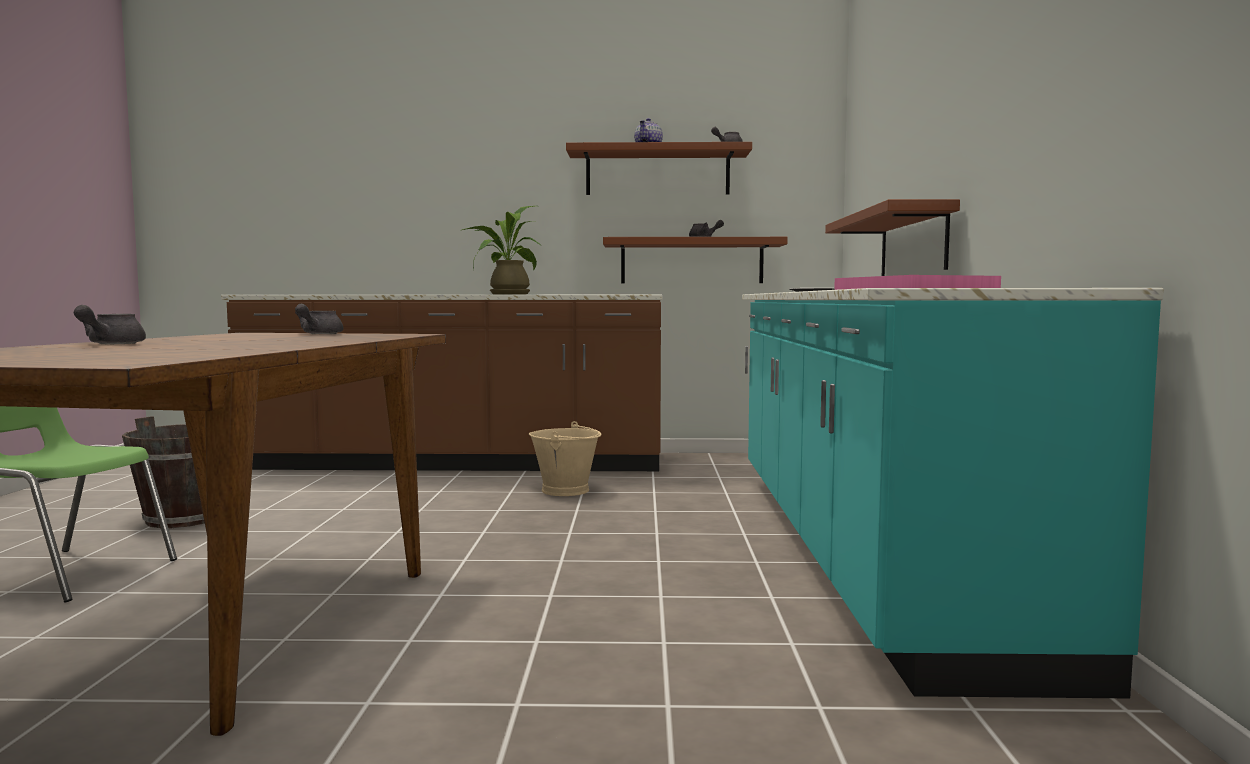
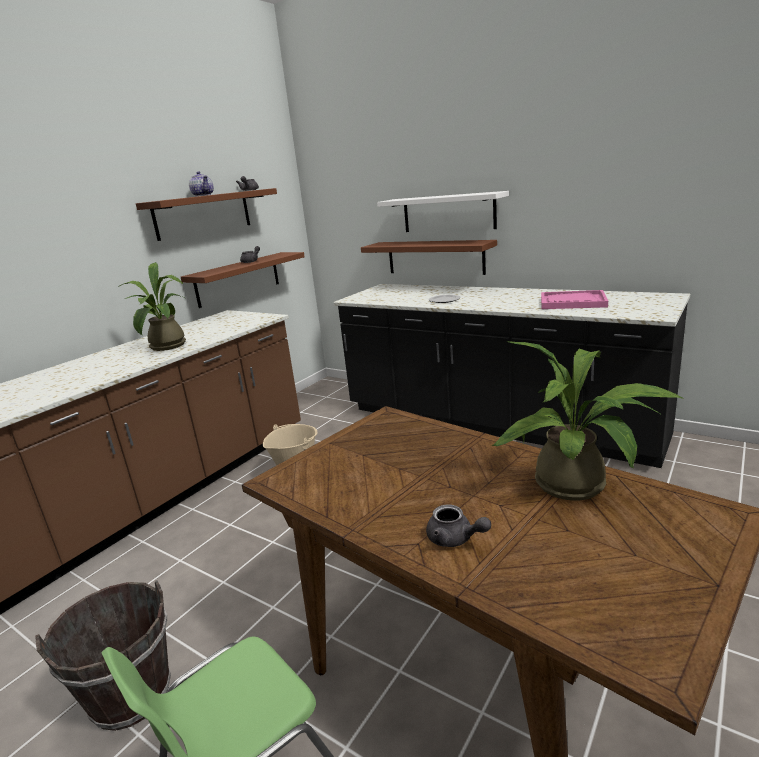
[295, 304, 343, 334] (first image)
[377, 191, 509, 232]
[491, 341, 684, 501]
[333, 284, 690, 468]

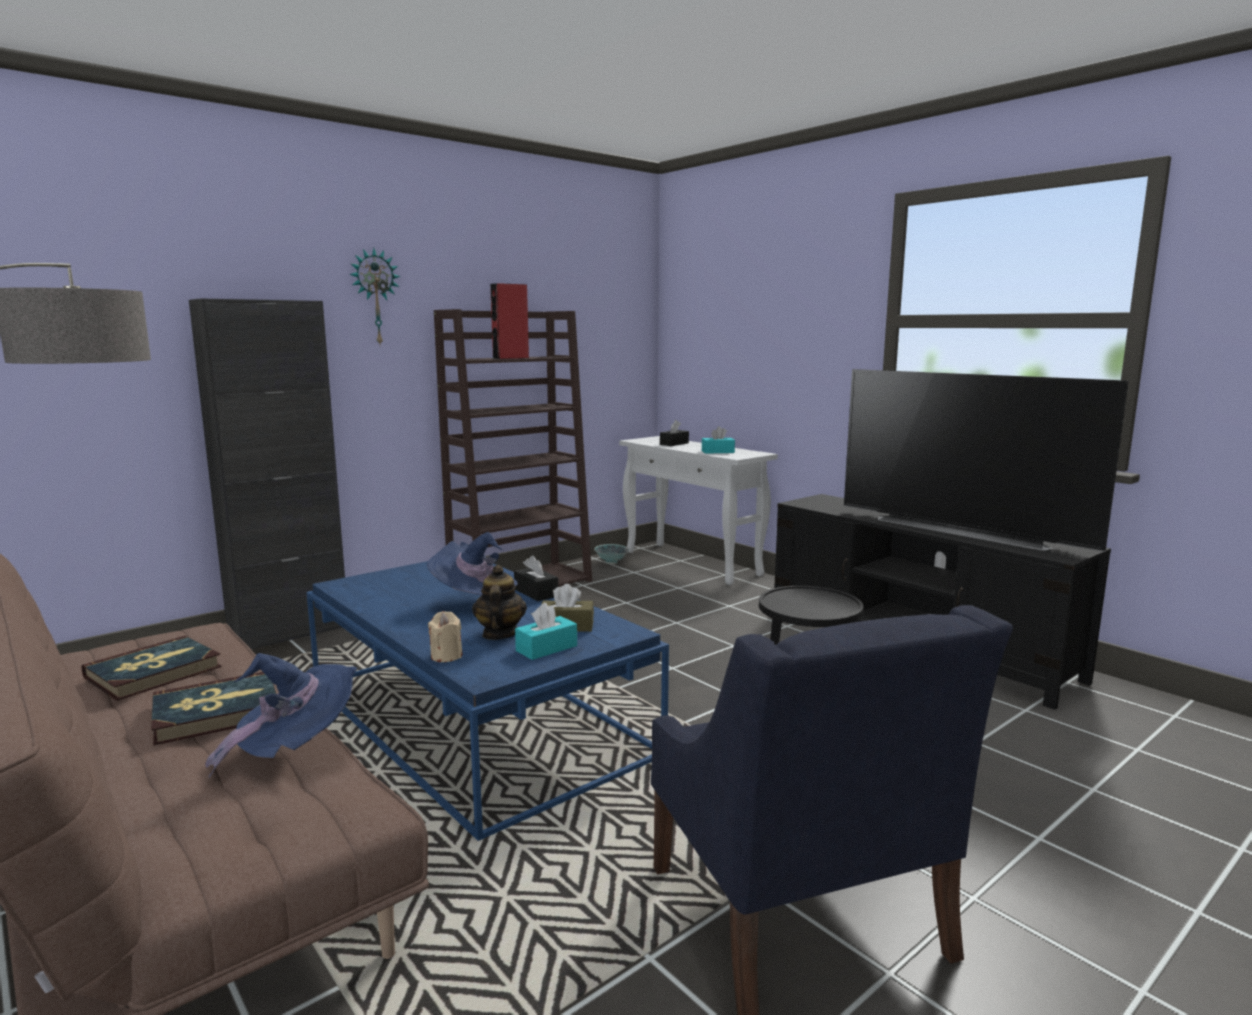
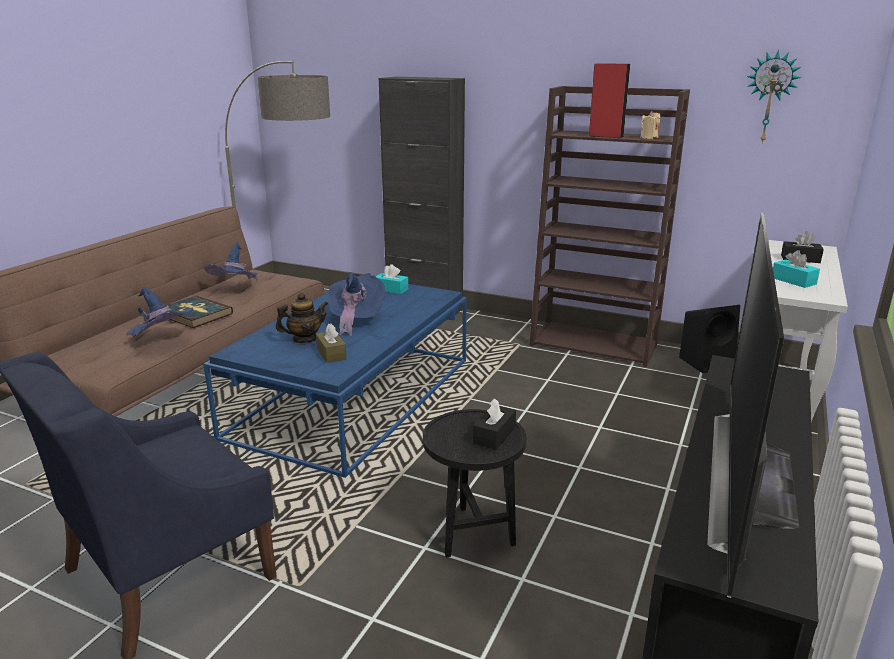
[747, 50, 801, 143]
[641, 111, 660, 139]
[473, 399, 516, 450]
[376, 264, 408, 294]
[204, 242, 258, 280]
[679, 305, 740, 373]

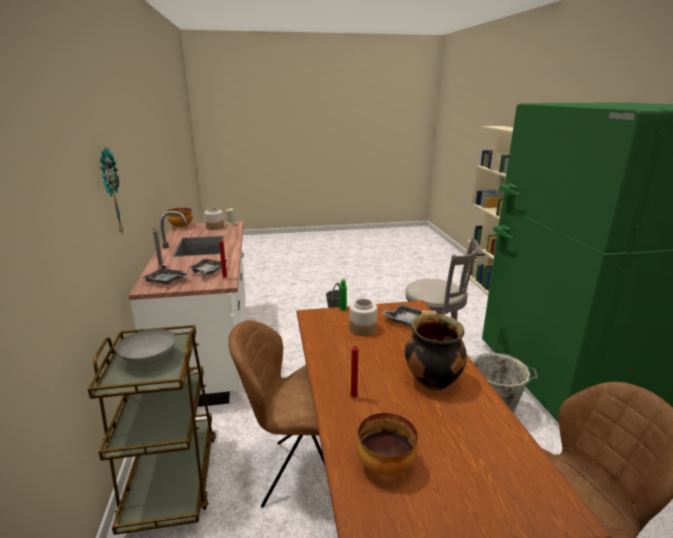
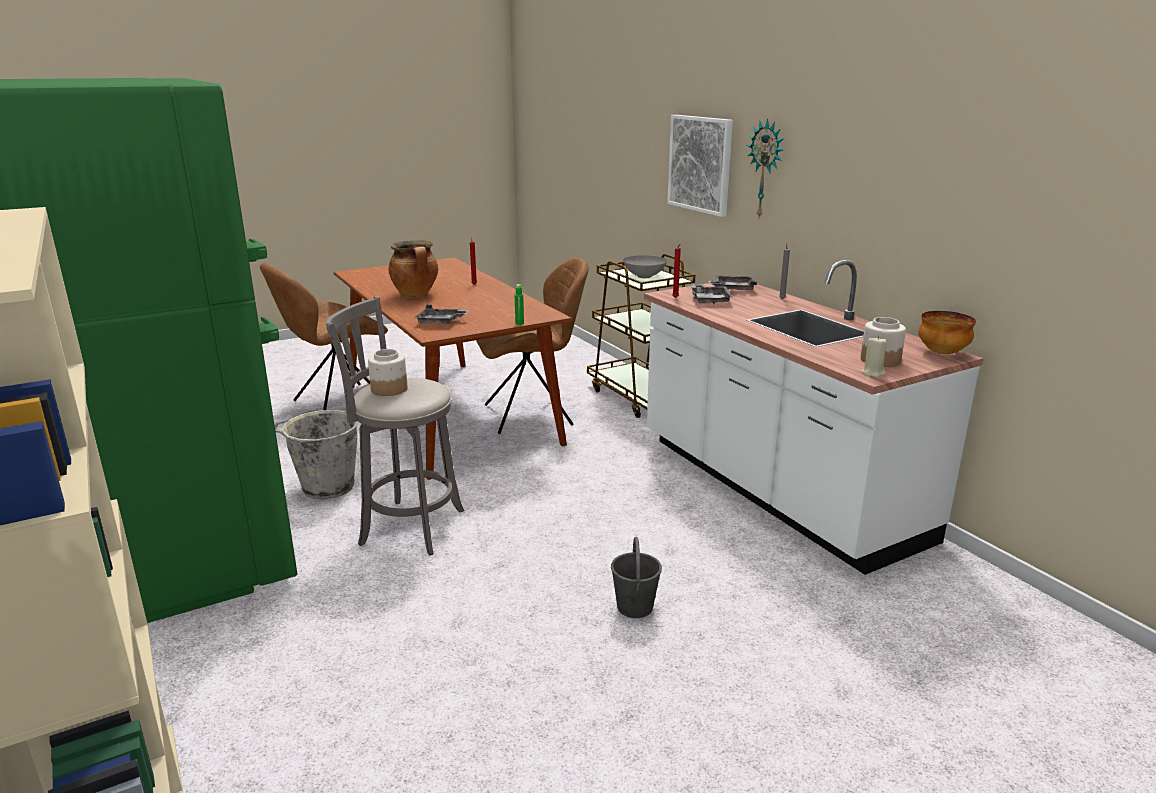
[357, 413, 418, 476] (first image)
[667, 115, 733, 217]
[368, 349, 407, 396]

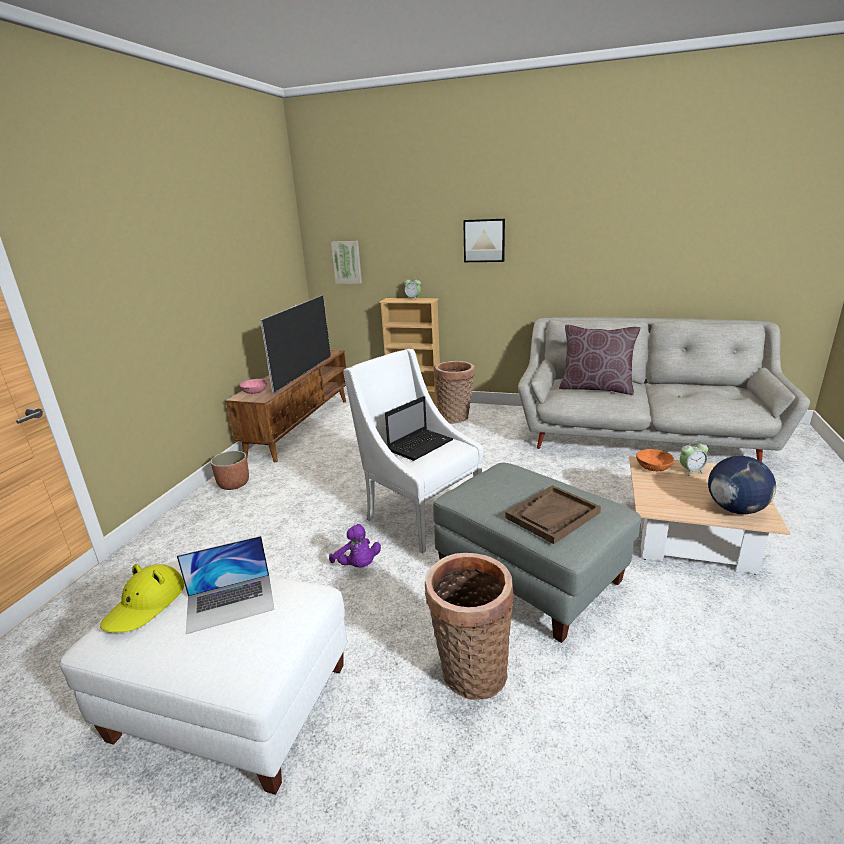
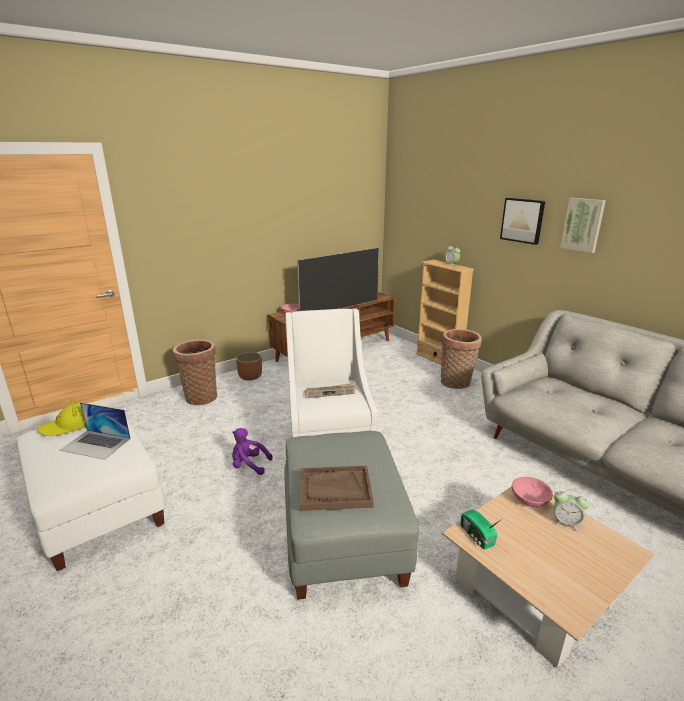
[559, 325, 641, 395] (first image)
[708, 456, 776, 514] (first image)
[460, 510, 503, 549]
[560, 198, 606, 253]
[173, 340, 217, 405]
[305, 383, 355, 398]
[512, 477, 553, 507]
[232, 428, 273, 475]

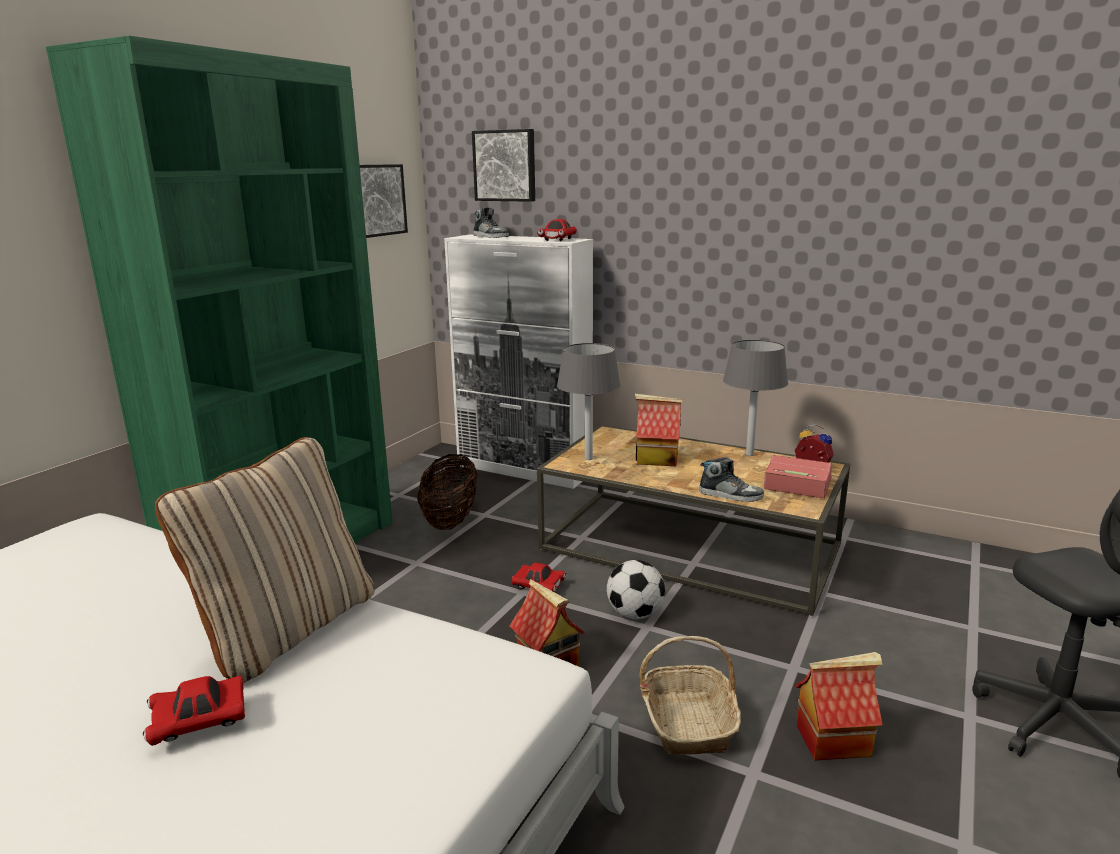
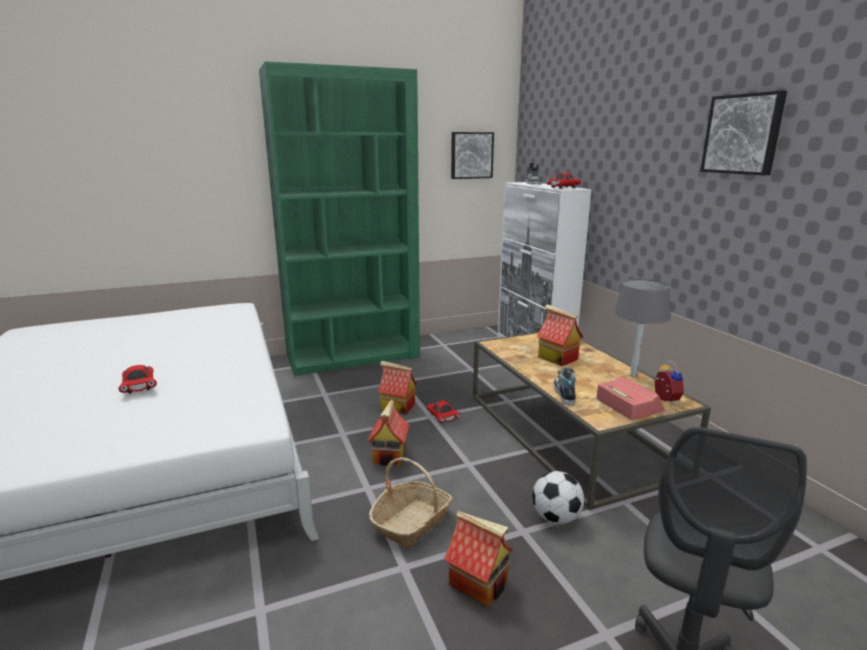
[155, 437, 375, 683] (first image)
[417, 454, 478, 530] (first image)
[557, 343, 621, 460] (first image)
[378, 361, 417, 415]
[700, 90, 787, 175]
[532, 471, 584, 524]
[119, 365, 157, 394]
[553, 367, 576, 406]

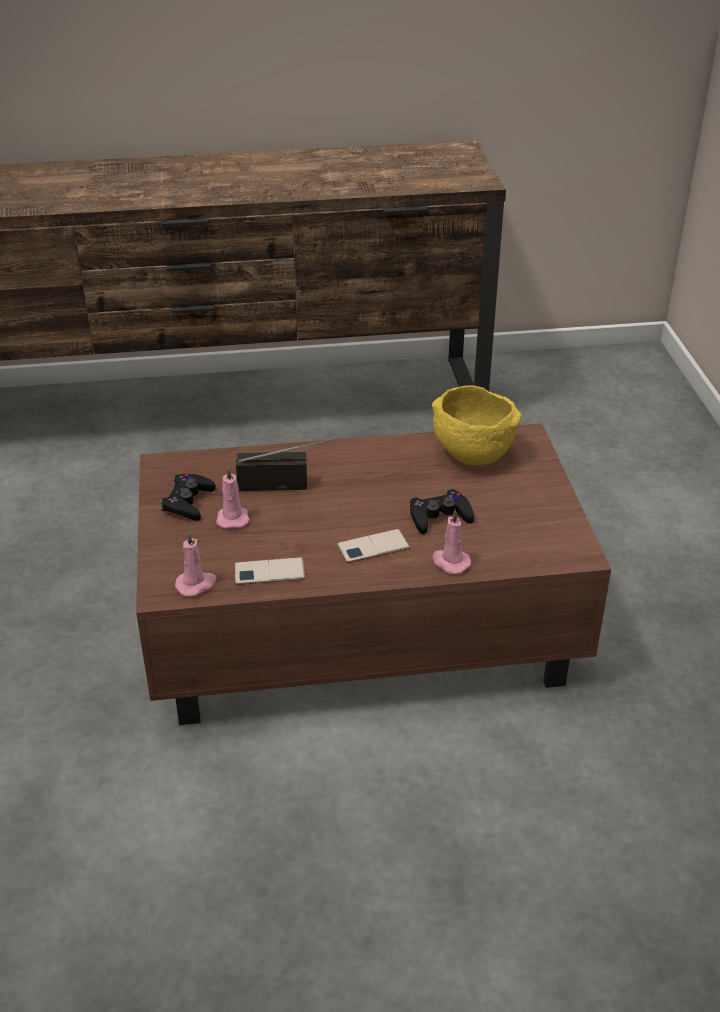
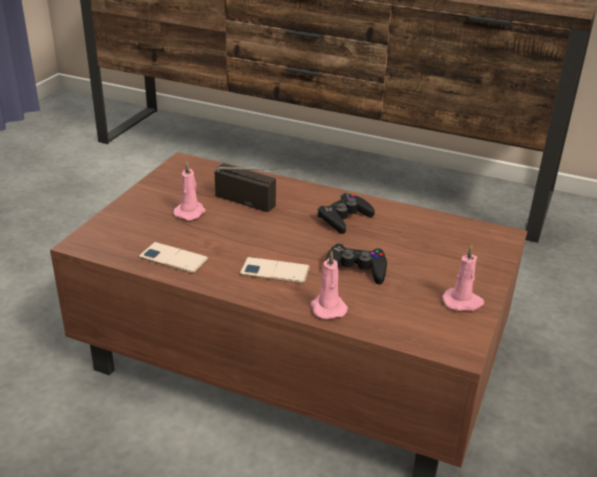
[432, 385, 521, 466] (first image)
[317, 193, 375, 234]
[442, 245, 484, 311]

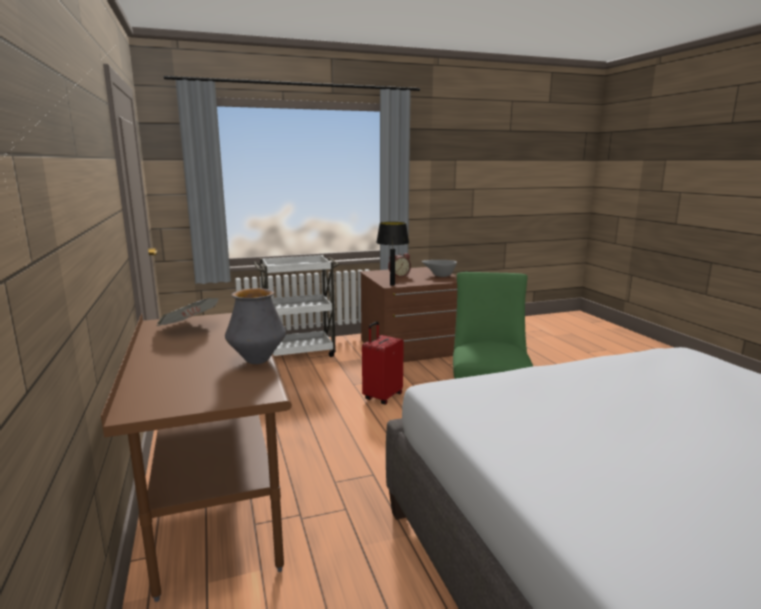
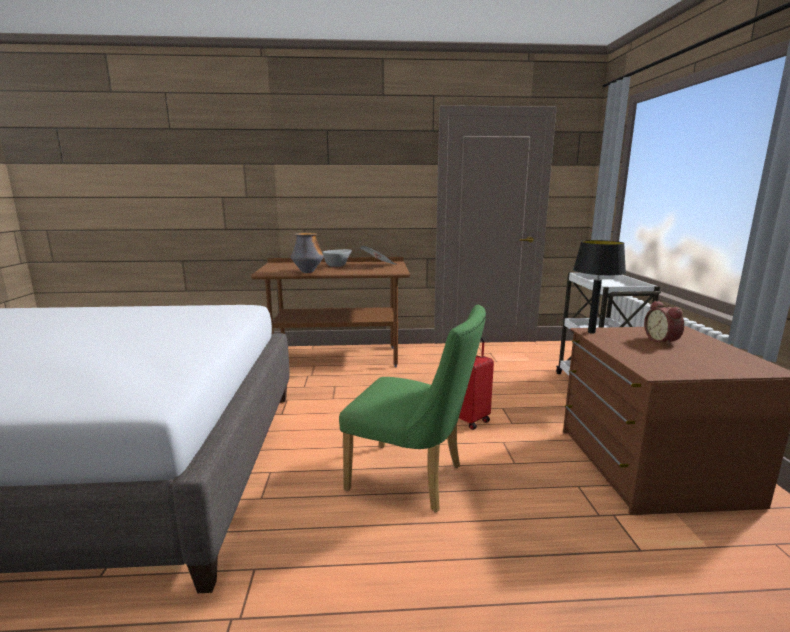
[322, 249, 352, 267]

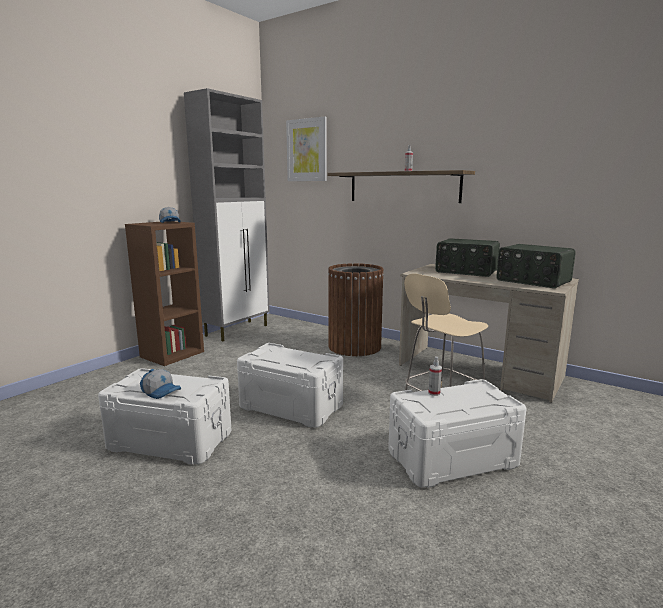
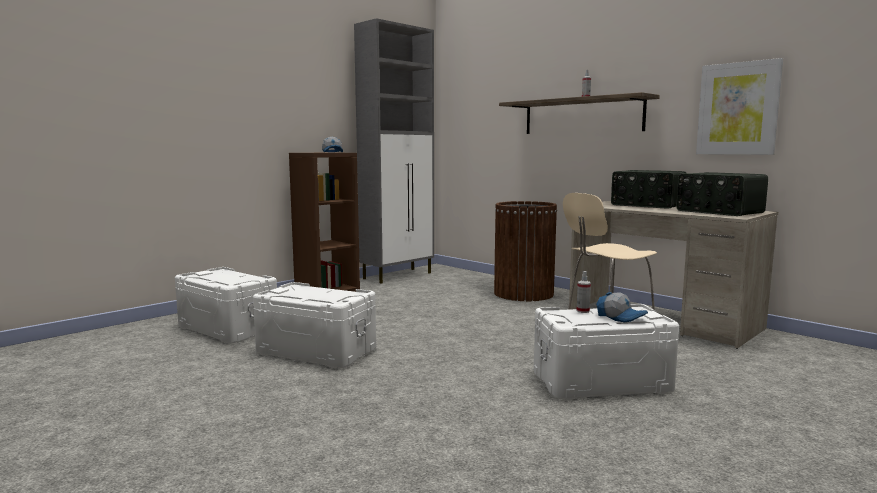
[596, 292, 648, 322]
[175, 267, 277, 344]
[696, 58, 783, 155]

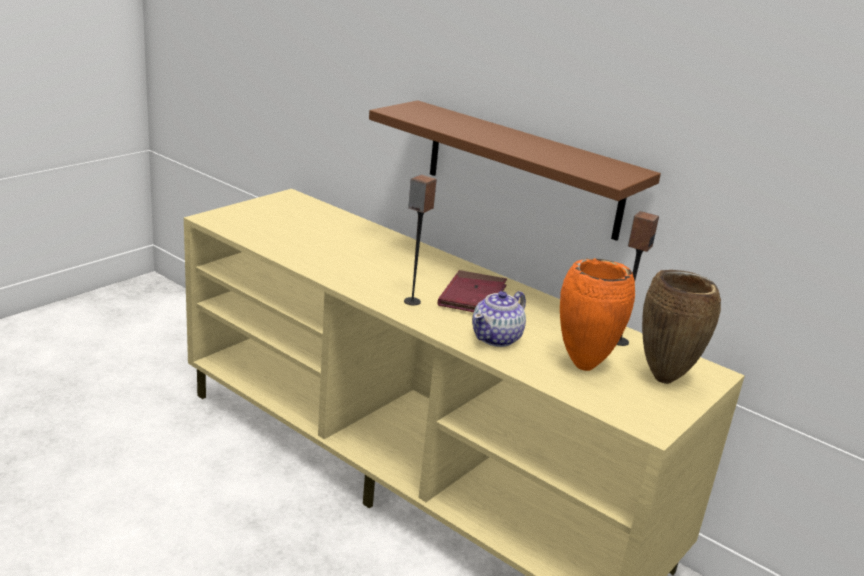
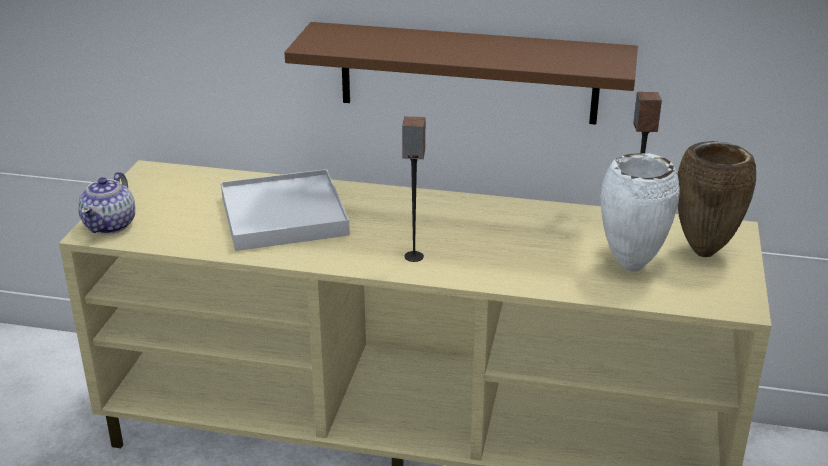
[438, 270, 507, 312] (first image)
[221, 169, 350, 251]
[78, 172, 135, 234]
[601, 153, 680, 271]

